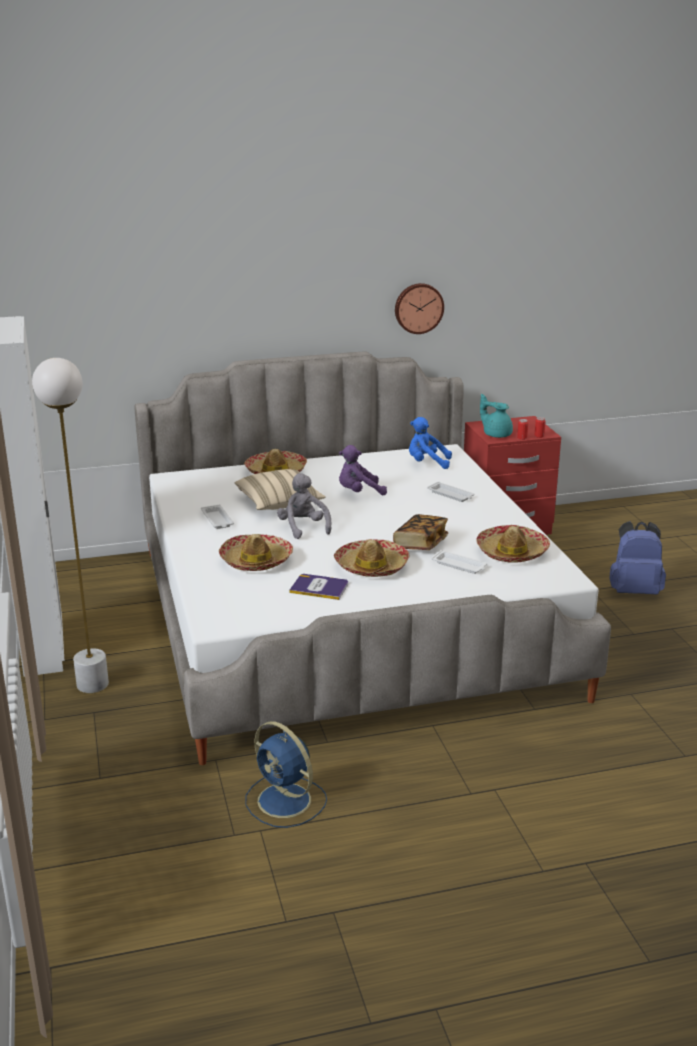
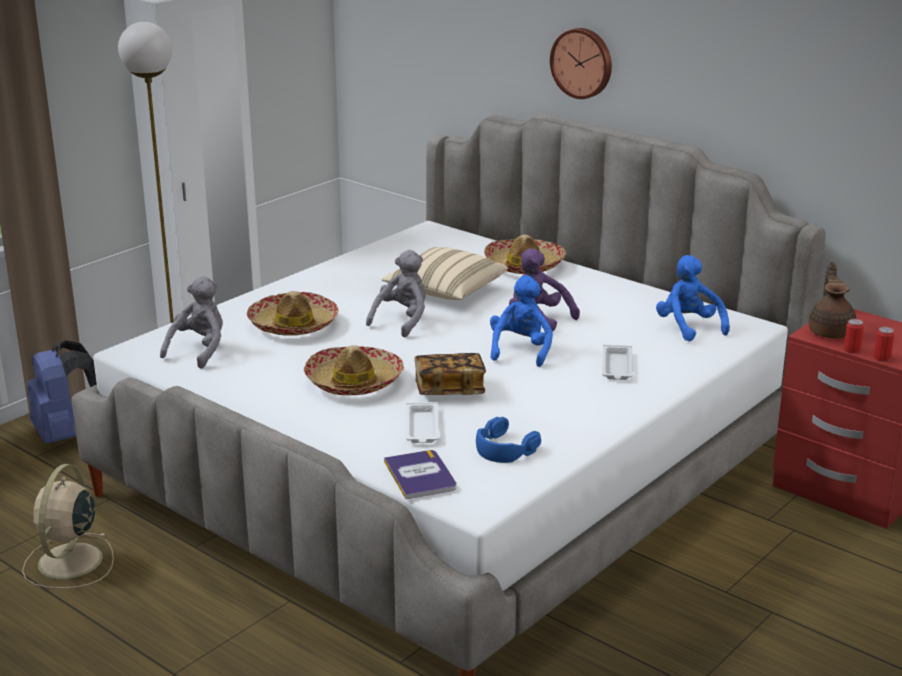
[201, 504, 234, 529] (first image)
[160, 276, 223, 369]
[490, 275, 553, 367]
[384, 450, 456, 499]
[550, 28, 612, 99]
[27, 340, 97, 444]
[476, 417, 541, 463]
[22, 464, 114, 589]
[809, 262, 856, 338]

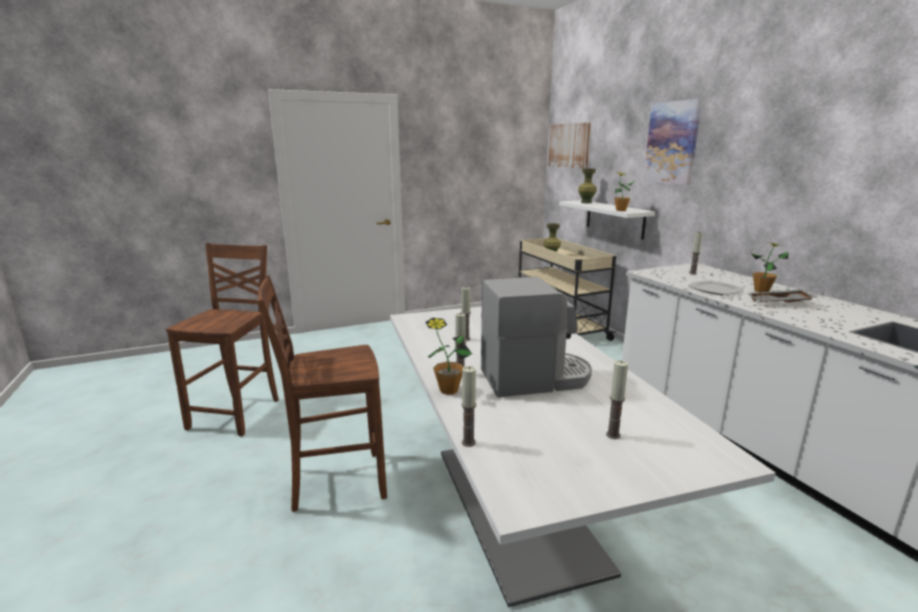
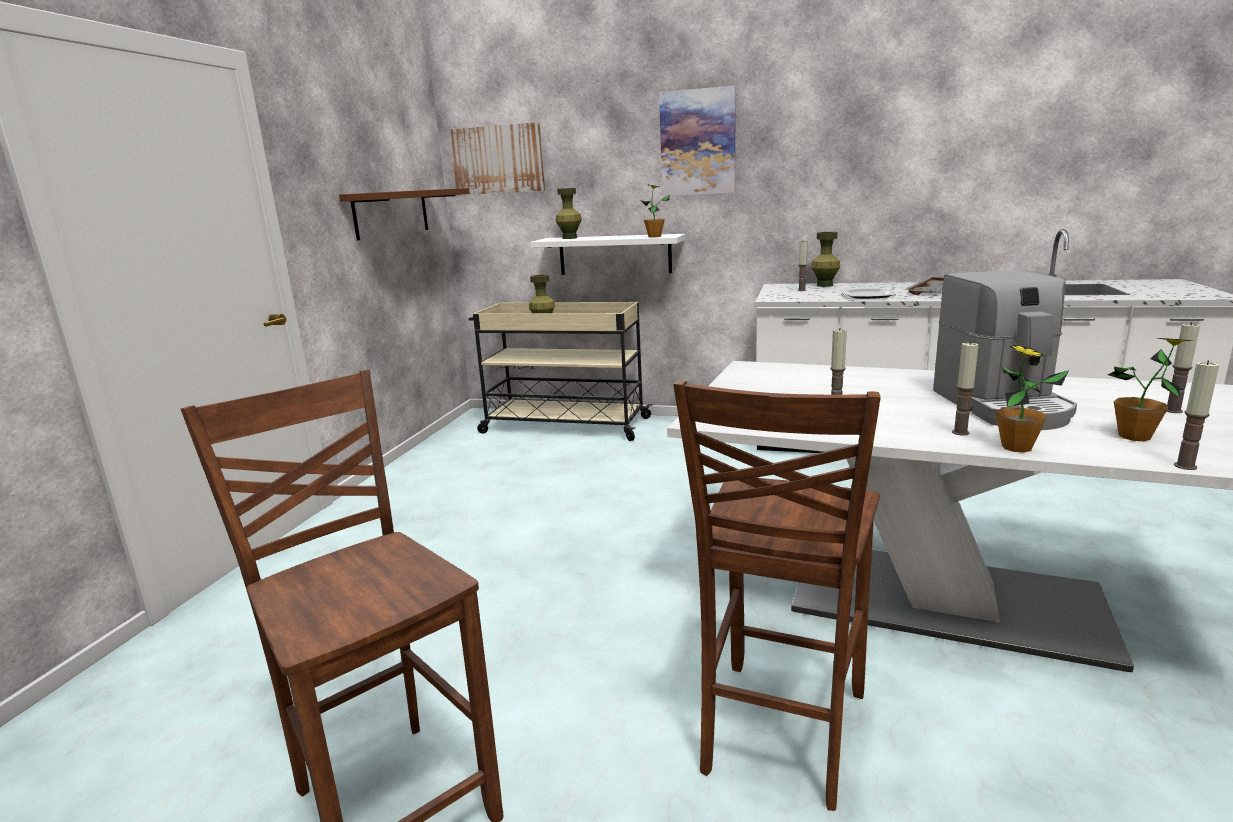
[339, 188, 470, 240]
[811, 232, 840, 287]
[1108, 338, 1192, 441]
[933, 270, 1077, 430]

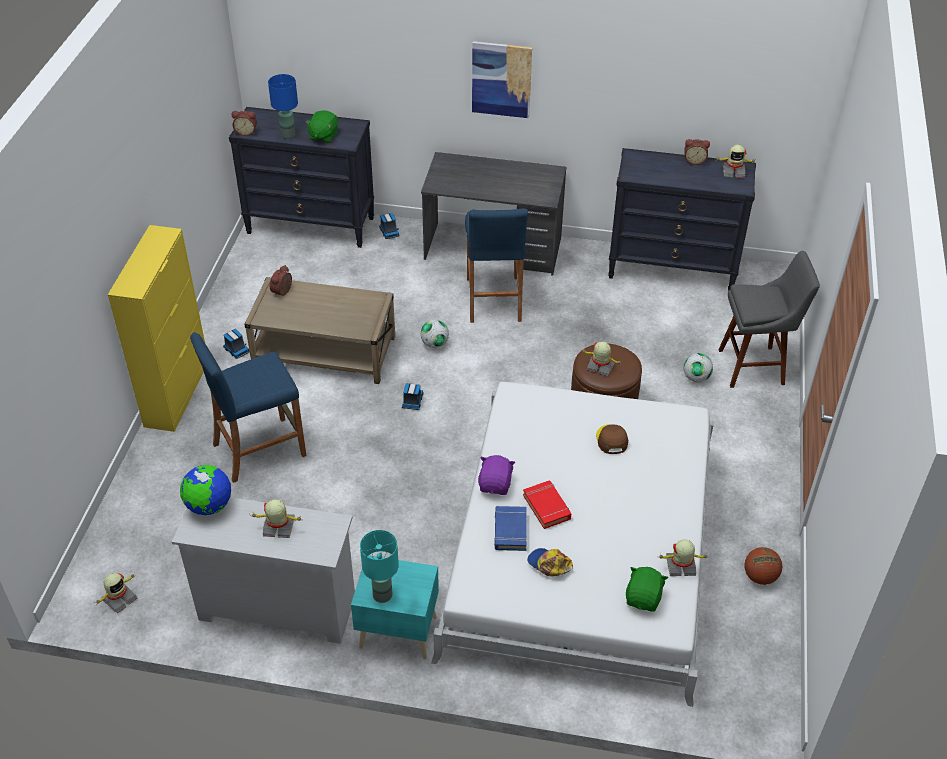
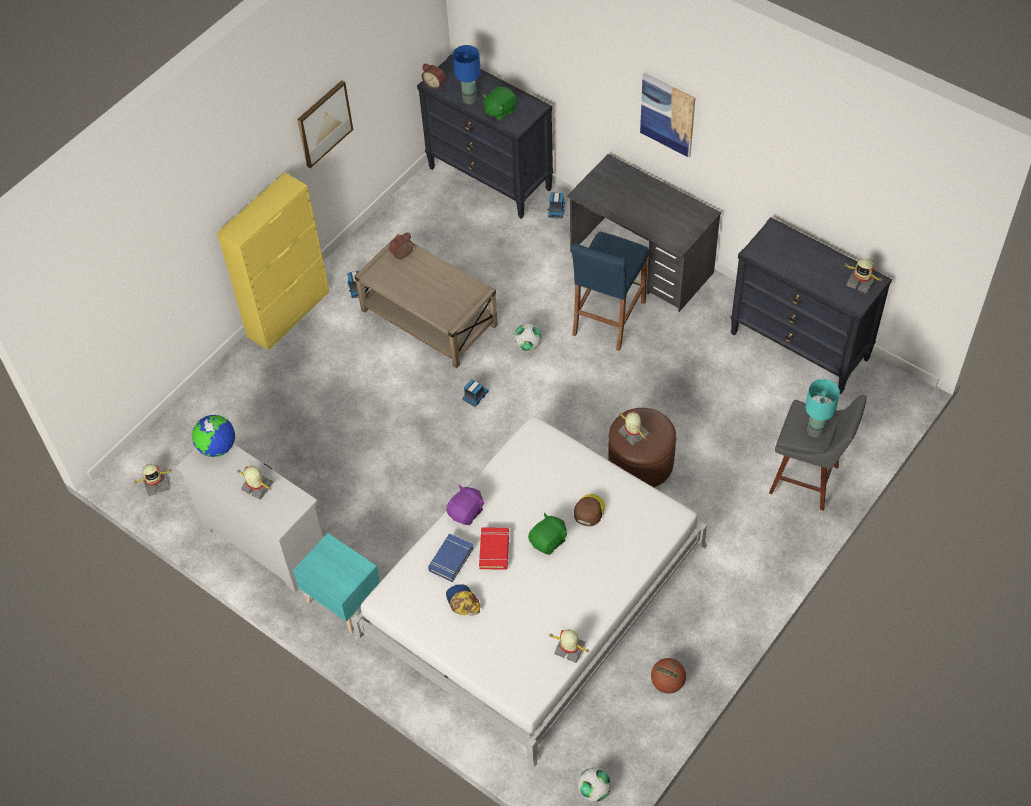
[190, 332, 306, 483] (first image)
[684, 139, 710, 165] (first image)
[297, 80, 353, 168]
[805, 379, 840, 438]
[528, 513, 568, 555]
[578, 767, 611, 802]

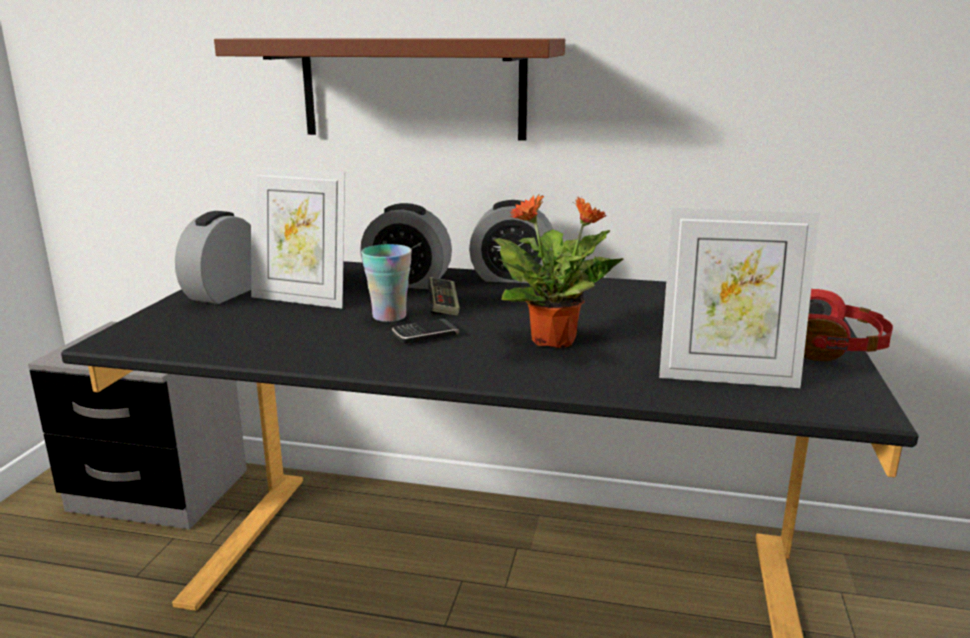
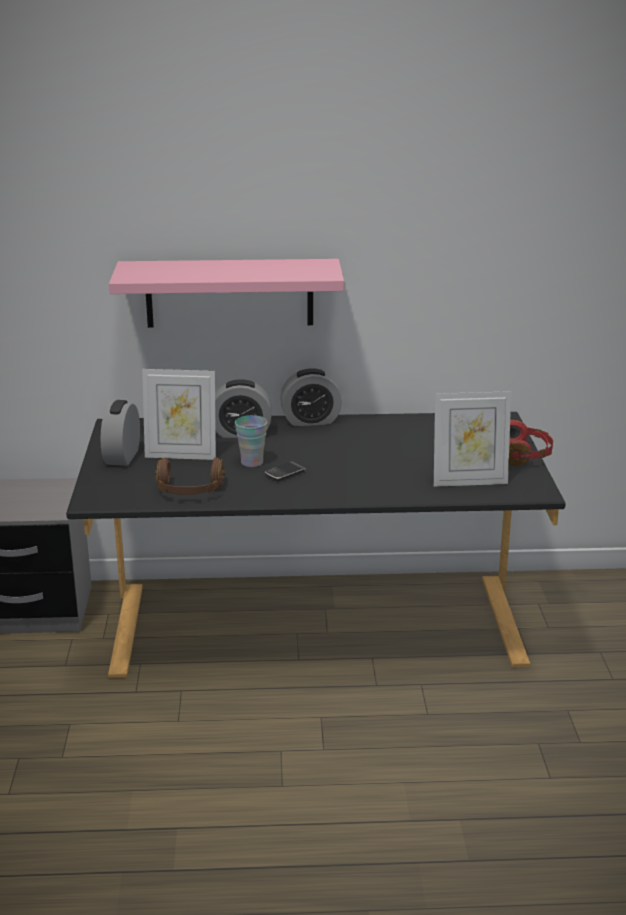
[428, 277, 460, 316] (first image)
[494, 193, 624, 348] (first image)
[156, 457, 225, 495]
[109, 259, 344, 328]

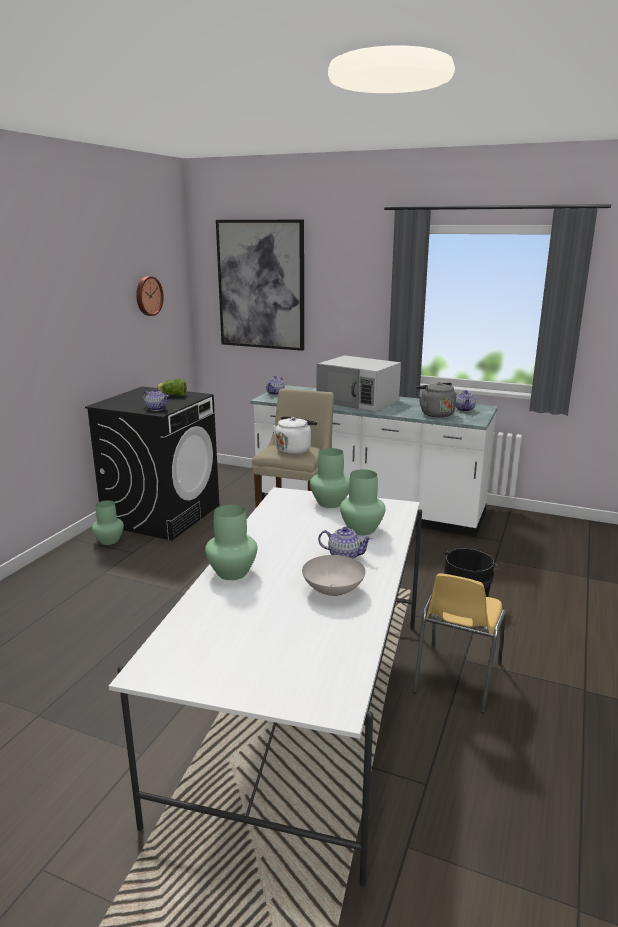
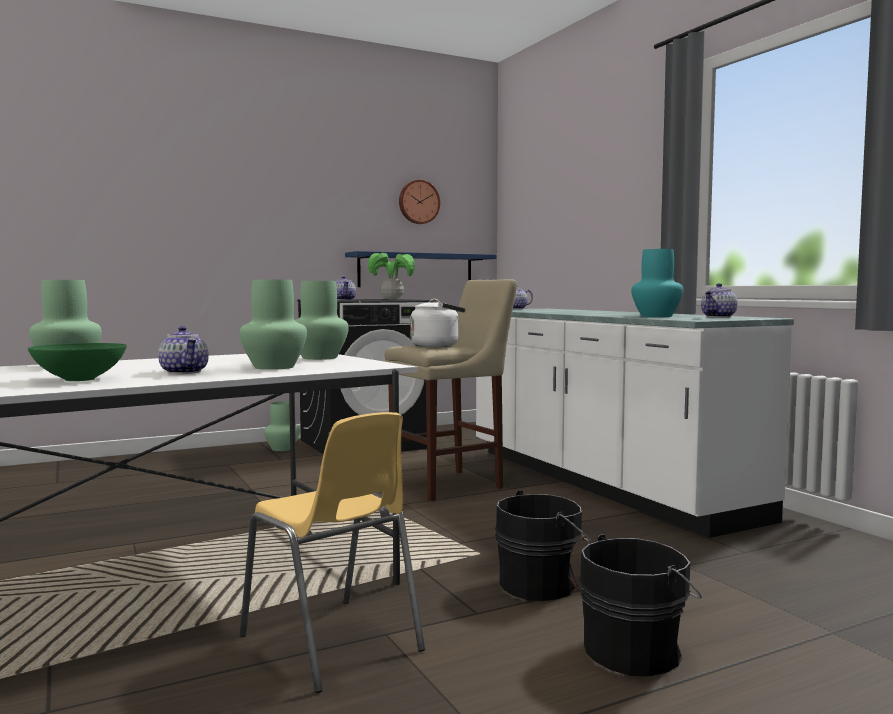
[216, 219, 304, 351] (first image)
[317, 355, 401, 411] (first image)
[345, 251, 496, 287]
[579, 534, 702, 676]
[368, 253, 415, 300]
[631, 249, 683, 317]
[28, 343, 127, 381]
[240, 412, 425, 693]

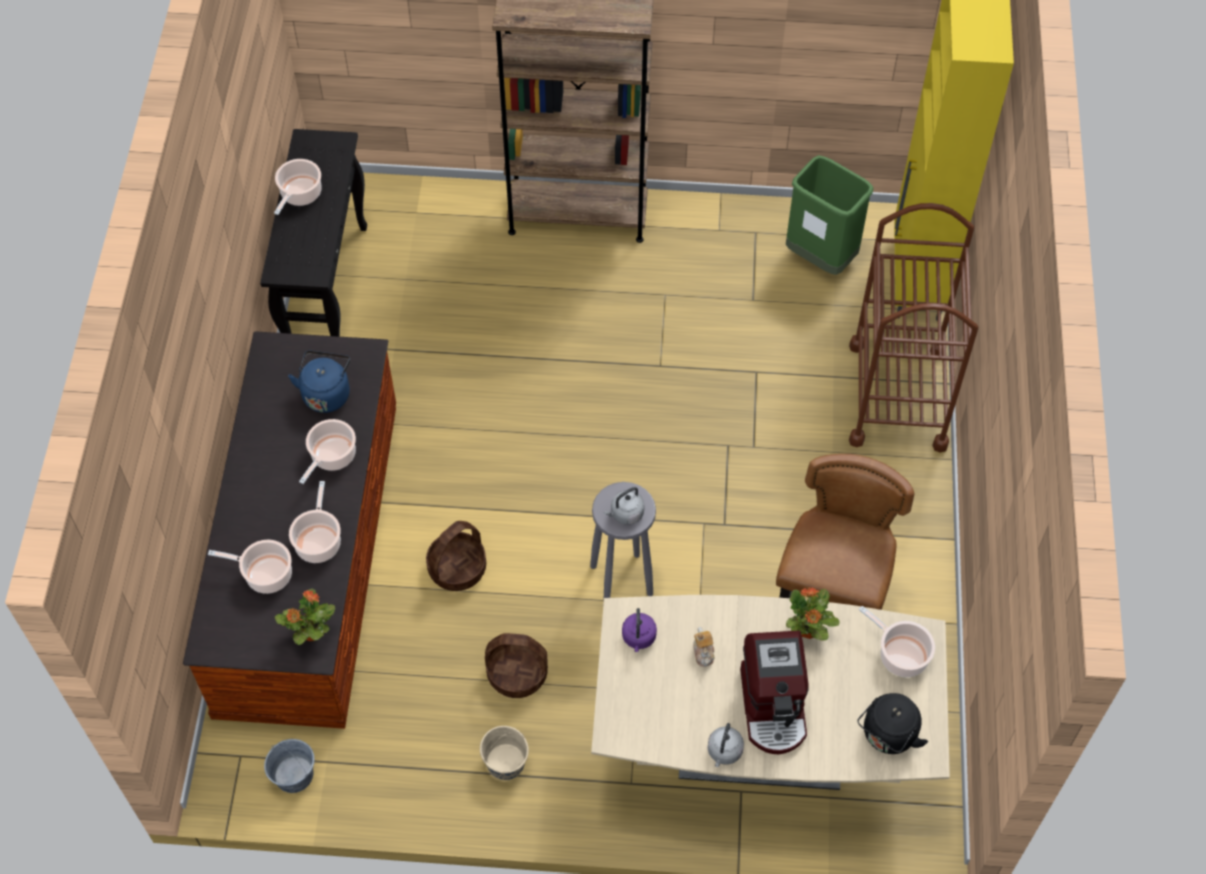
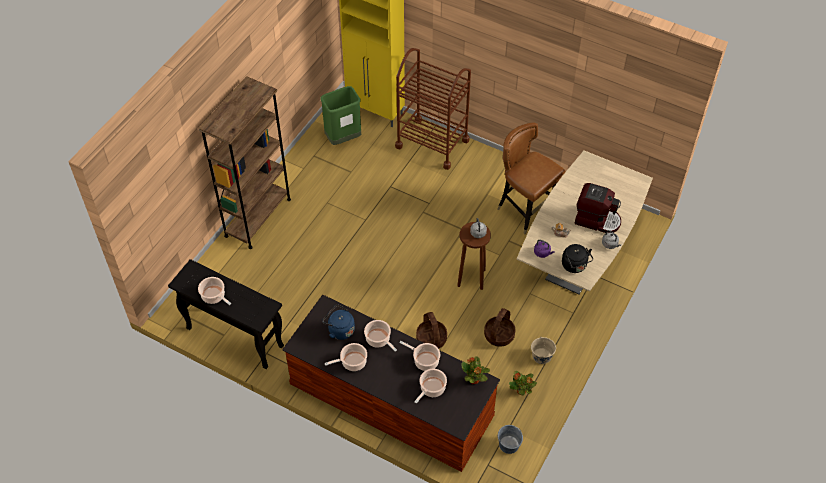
[509, 371, 537, 395]
[562, 244, 593, 273]
[325, 343, 367, 371]
[457, 222, 491, 290]

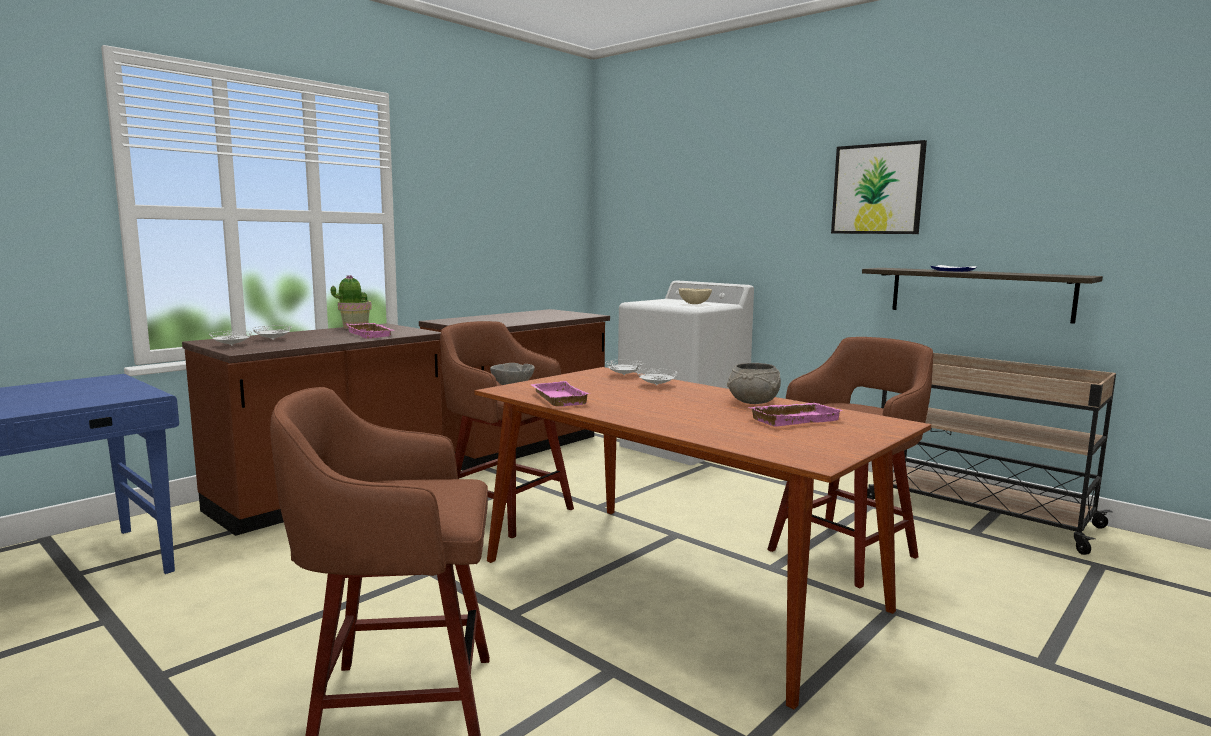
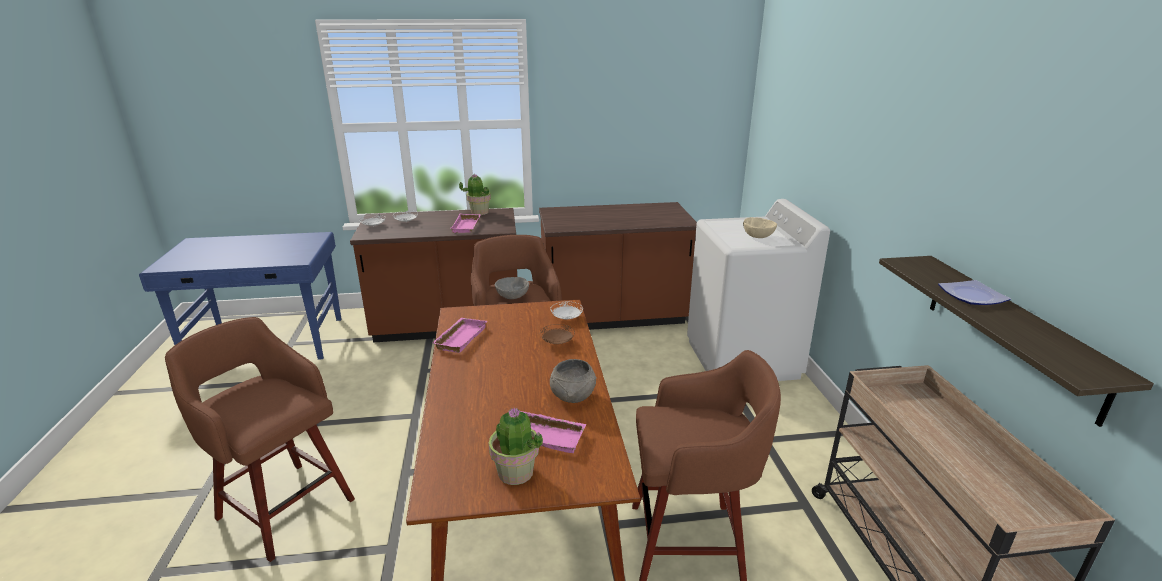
[831, 140, 927, 234] (first image)
[489, 408, 543, 485]
[540, 324, 575, 344]

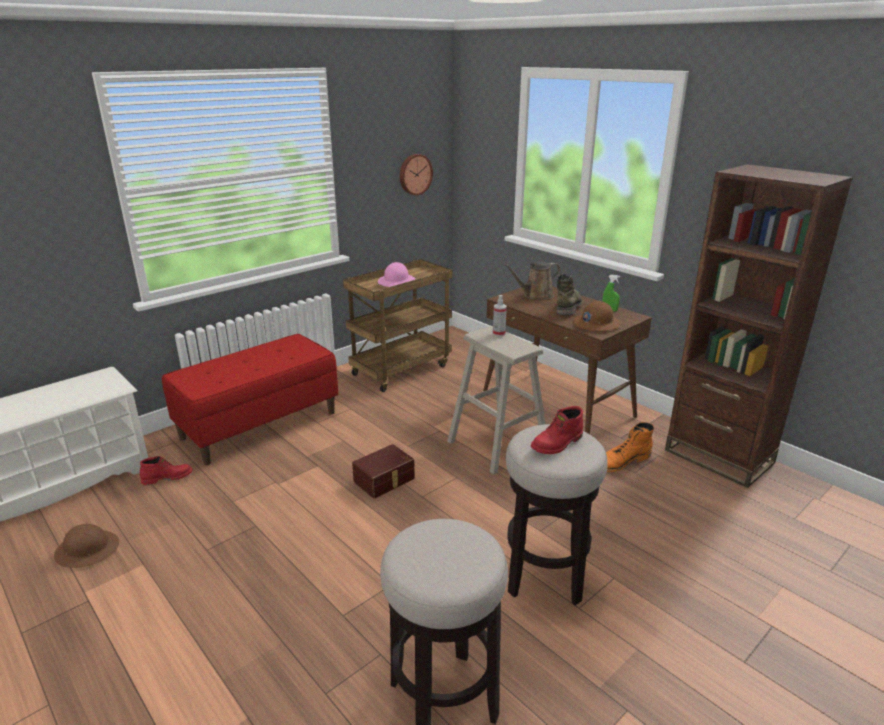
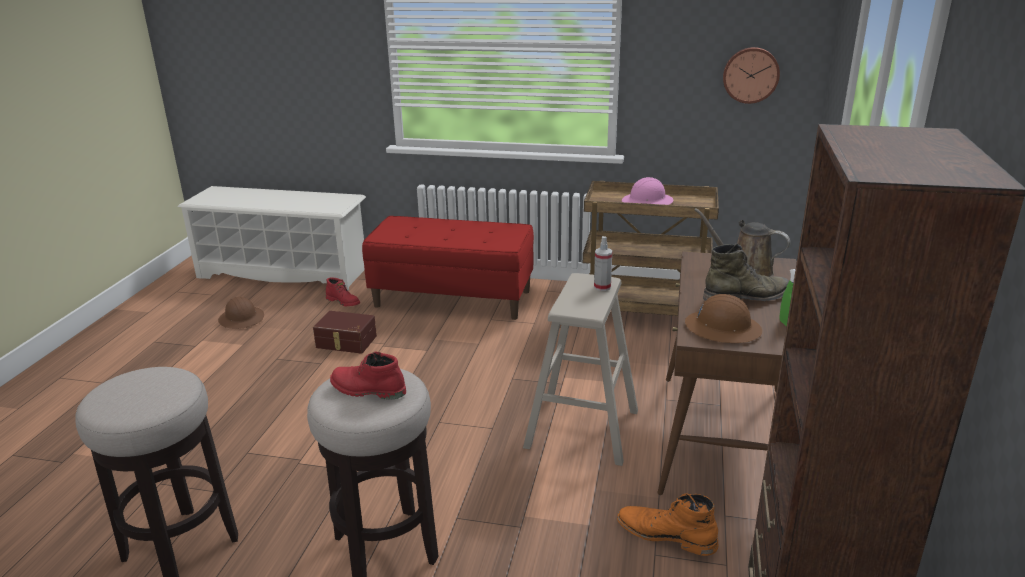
[313, 311, 377, 354]

